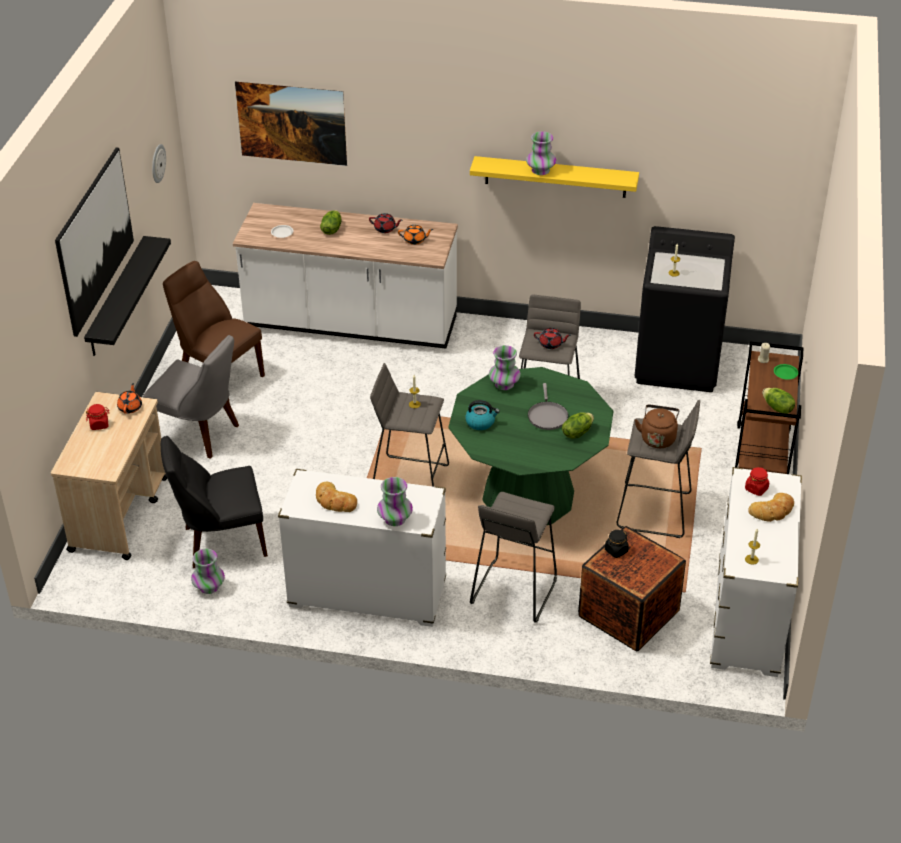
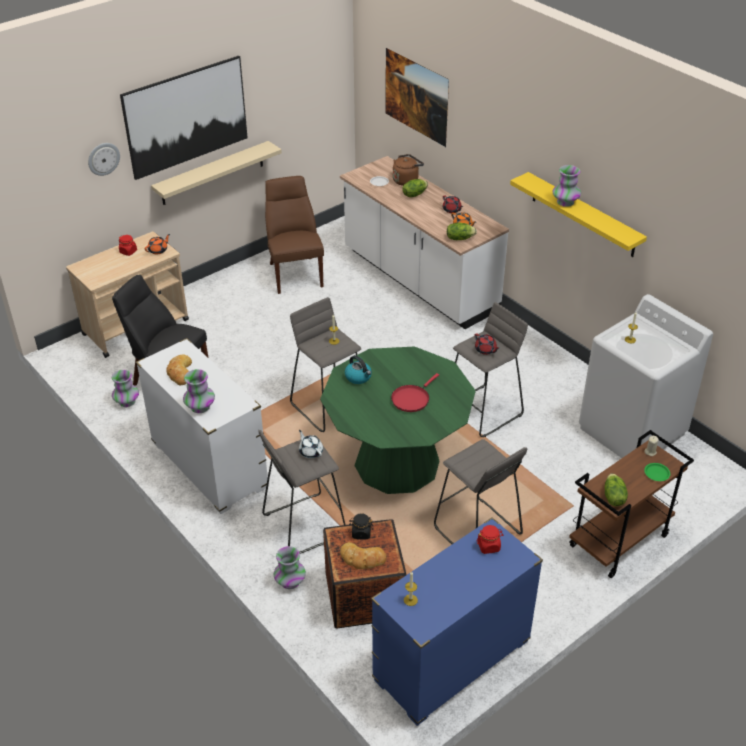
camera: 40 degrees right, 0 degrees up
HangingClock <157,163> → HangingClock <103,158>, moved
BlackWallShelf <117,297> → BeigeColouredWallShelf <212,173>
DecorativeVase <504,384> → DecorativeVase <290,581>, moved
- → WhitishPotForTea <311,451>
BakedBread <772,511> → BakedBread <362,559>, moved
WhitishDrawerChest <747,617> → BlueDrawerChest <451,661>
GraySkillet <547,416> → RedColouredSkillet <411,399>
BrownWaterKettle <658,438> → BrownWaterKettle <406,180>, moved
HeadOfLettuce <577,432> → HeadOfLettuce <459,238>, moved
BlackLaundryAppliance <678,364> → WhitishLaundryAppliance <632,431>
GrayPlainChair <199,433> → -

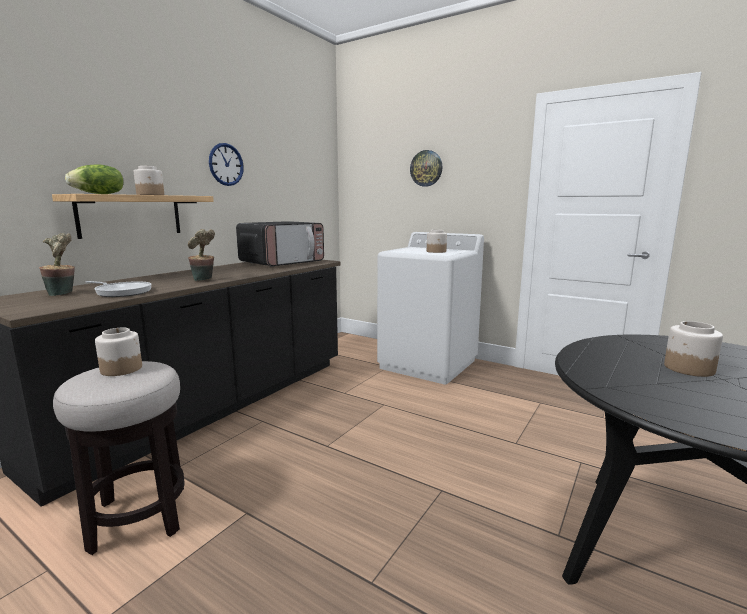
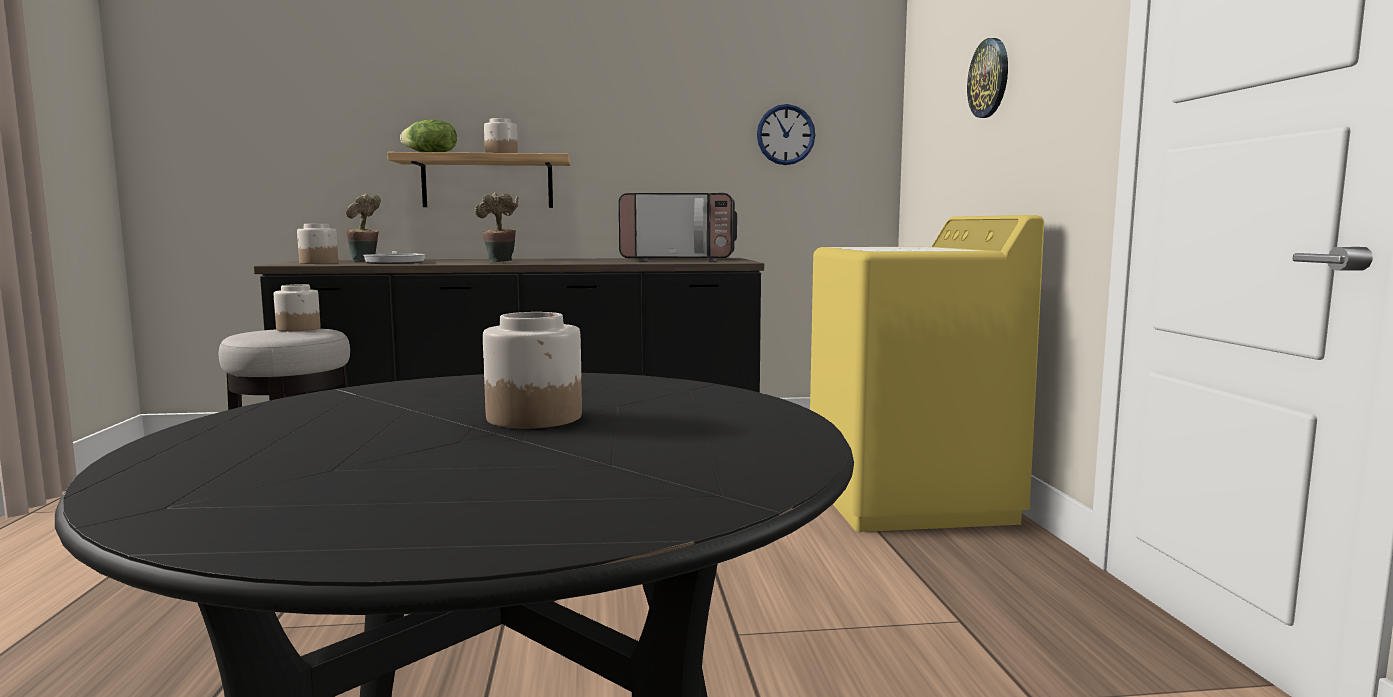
camera: 50 degrees right, 5 degrees down
Jar <436,251> → Jar <318,263>, moved
HangingClock <226,164> → HangingClock <785,135>, moved
WhitishLaundryAppliance <428,364> → YellowishLaundryAppliance <909,500>

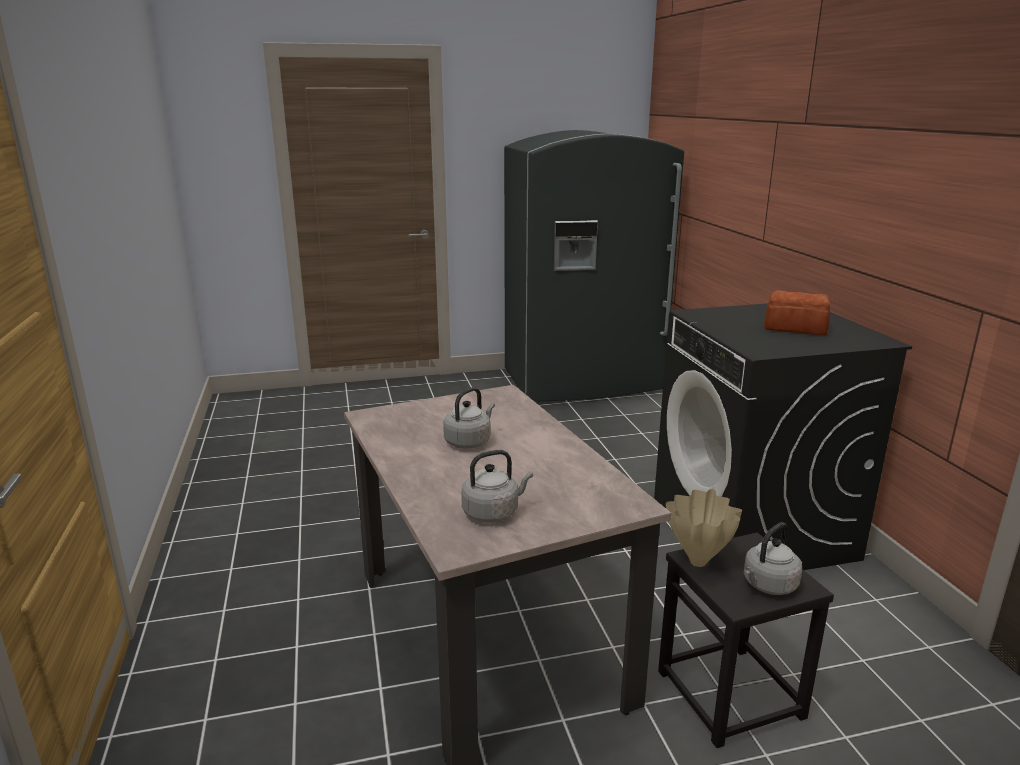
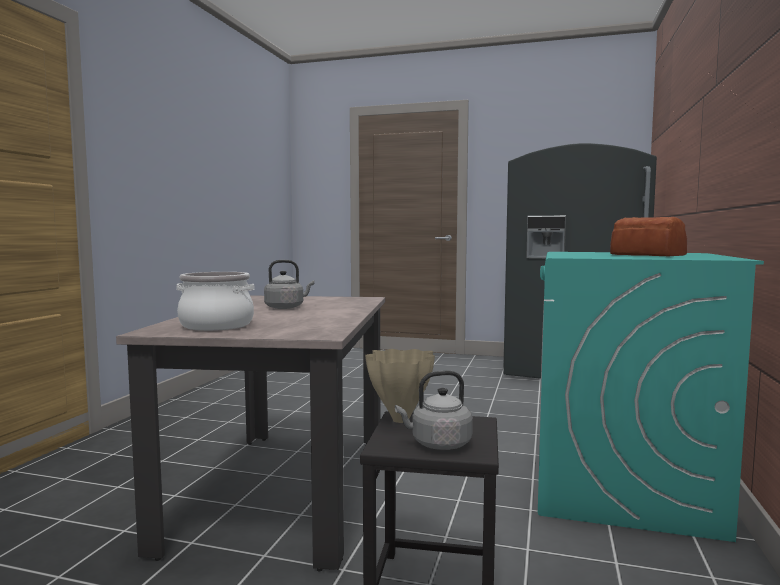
camera: 30 degrees right, 15 degrees down
GrayWaterKettle <493,512> → Stockpot <217,325>
BlackLaundryAppliance <753,528> → TurquoiseColouredLaundryAppliance <622,486>

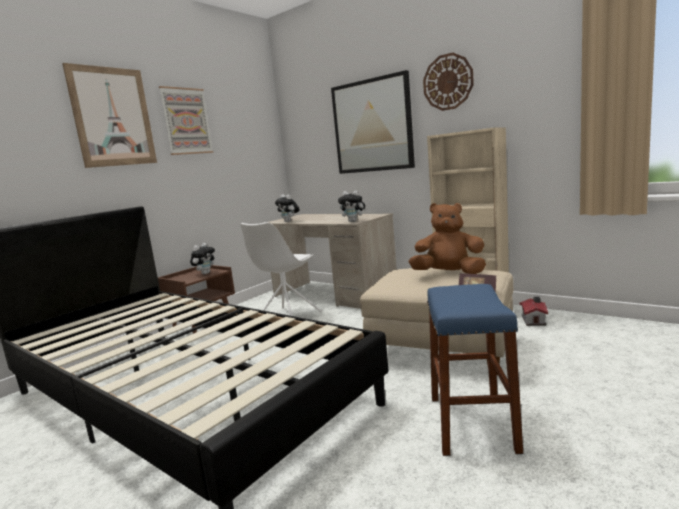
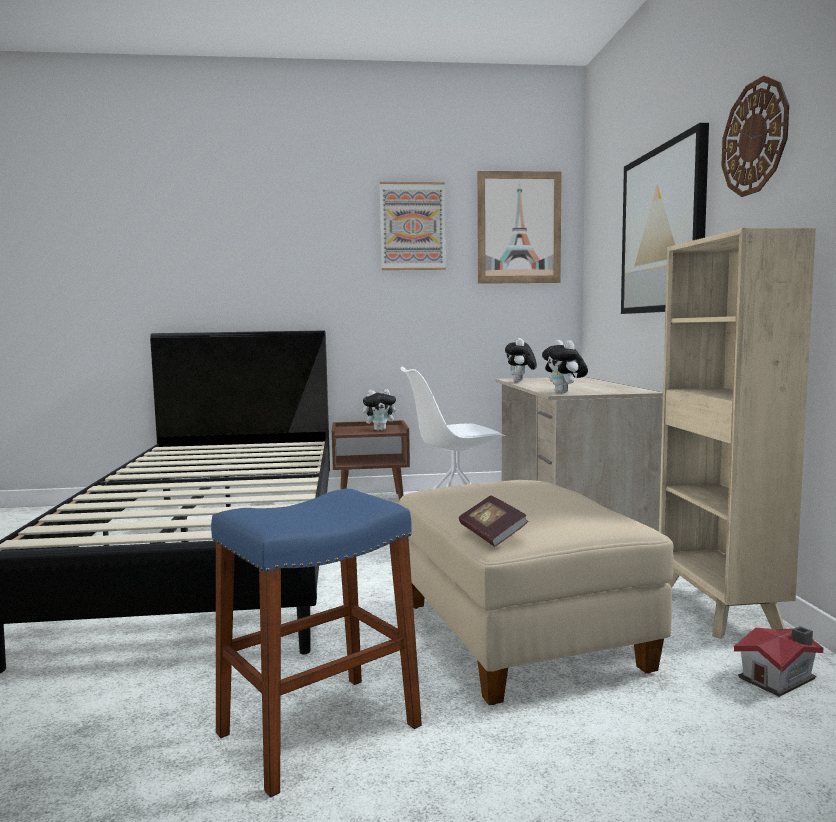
camera: 45 degrees right, 5 degrees down
WallPicture <113,117> → WallPicture <519,228>, moved
BrownSoftToy <448,274> → -

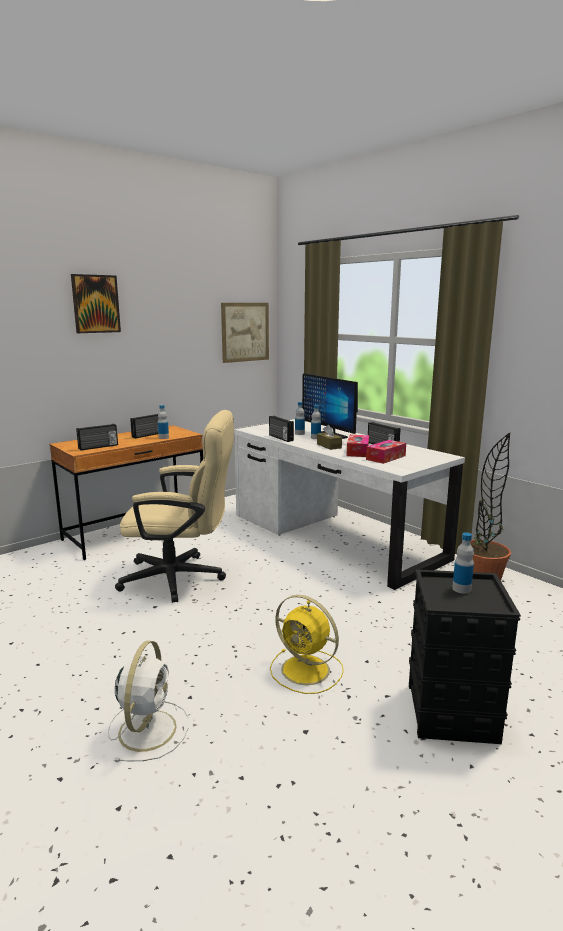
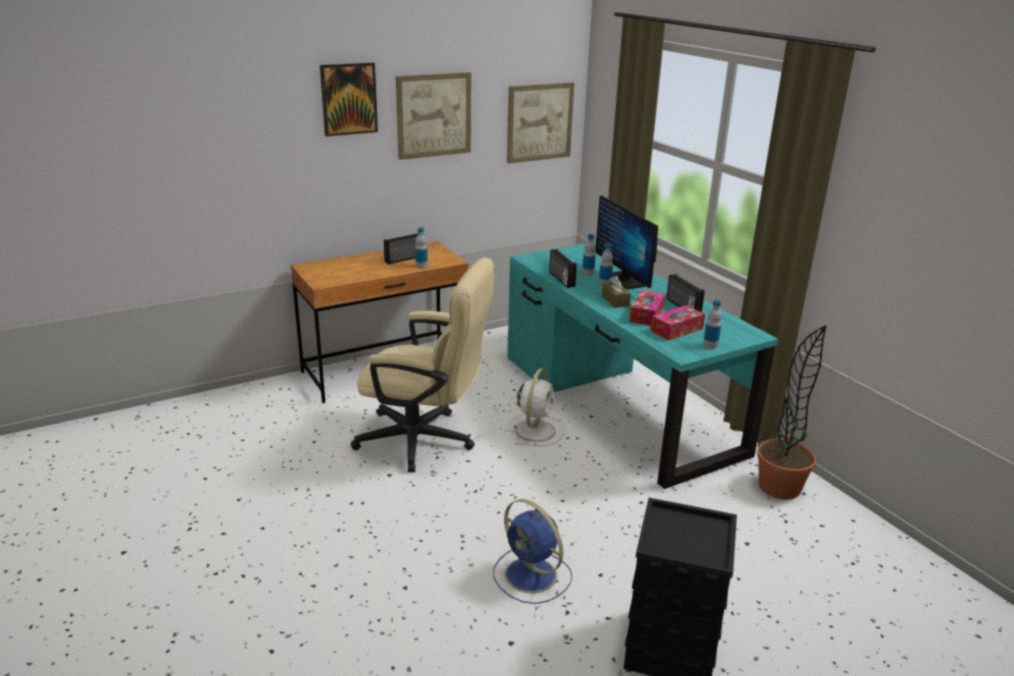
camera: 10 degrees right, 10 degrees up
- → WallPicture <434,115>
YellowishFan <307,670> → BlueFan <532,576>
WhitishDesk <335,537> → TurquoiseColouredDesk <618,404>
WhitishFan <148,728> → WhitishFan <535,430>, moved
Bottle <461,589> → Bottle <710,345>, moved
RadioSet <98,447> → -

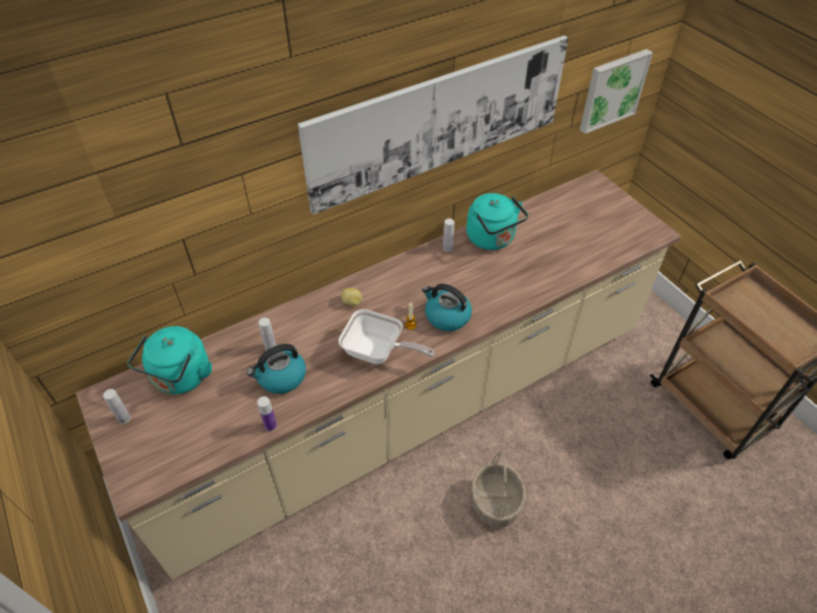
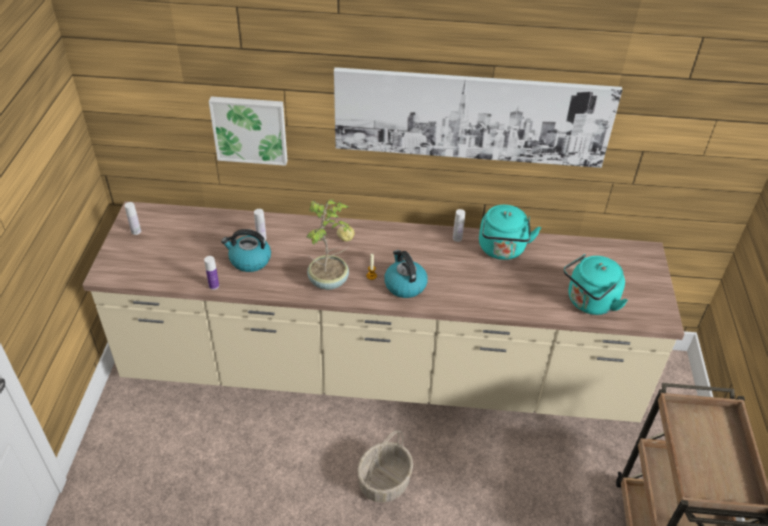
camera: 35 degrees right, 5 degrees down
WallPicture <612,90> → WallPicture <250,129>, moved
Skillet <378,352> → Houseplant <329,281>
TurquoiseColouredWaterKettle <180,378> → TurquoiseColouredWaterKettle <589,302>, moved

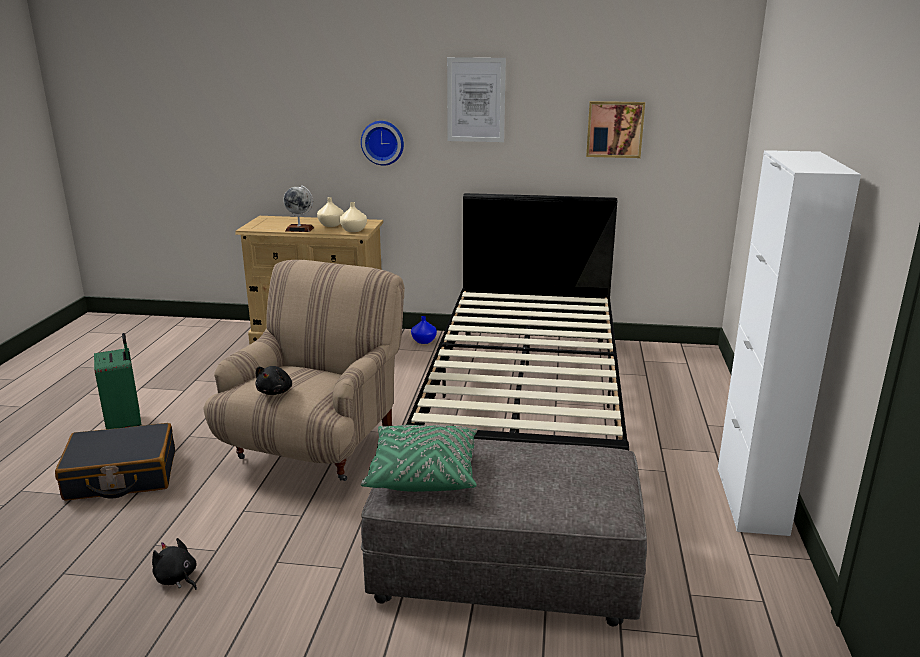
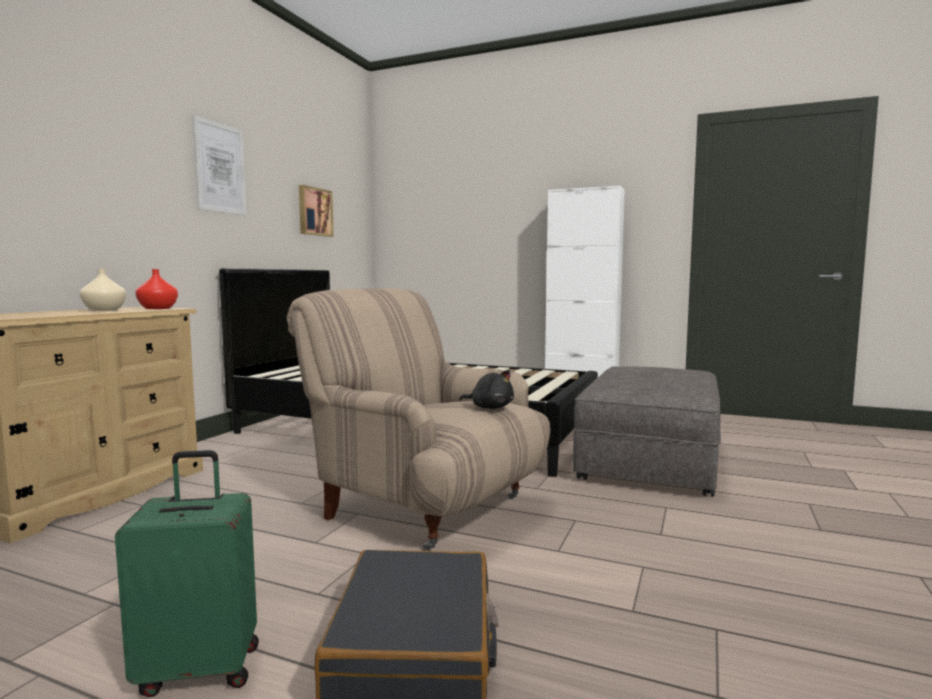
camera: 75 degrees left, 15 degrees down
BeigeColouredDecorativeVase <354,230> → RedColouredDecorativeVase <157,308>
BlackSoftToy <177,578> → -
DeskGlobe <299,229> → -
HangingClock <383,142> → -
GreenColouredPillow <423,473> → -
BlueDecorativeVase <423,341> → -

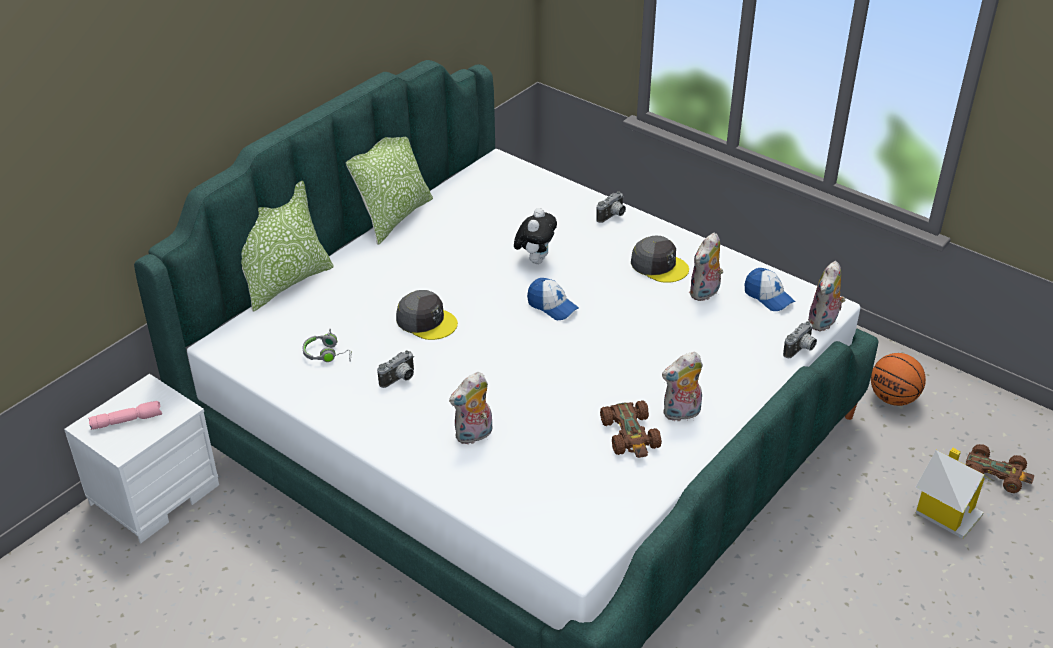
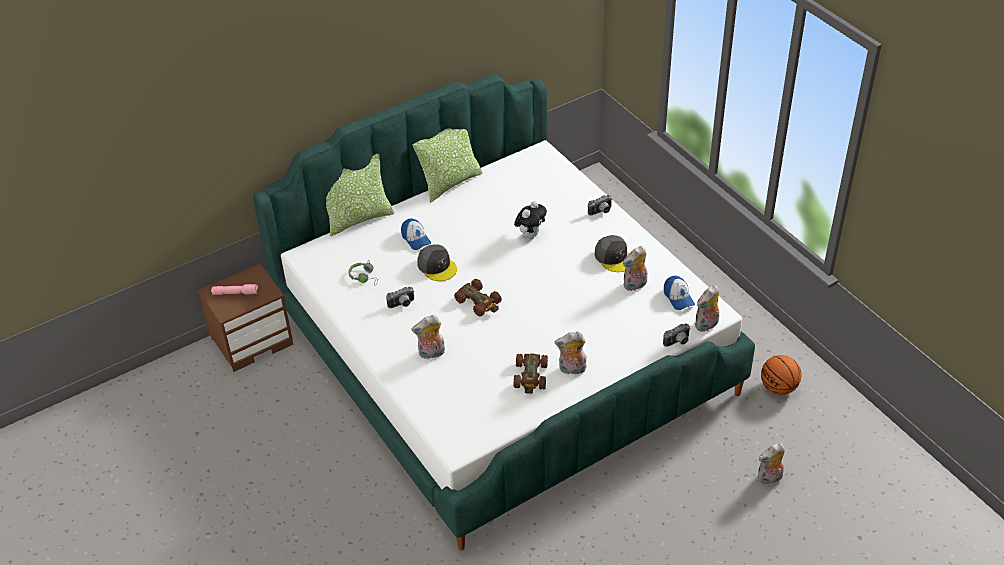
camera: 20 degrees right, 5 degrees up
WhitishNightTable <155,493> → BrownNightTable <252,340>
Cap <552,306> → Cap <416,239>, moved
BrownModelCar <995,474> → BrownModelCar <479,302>, moved
ModelHouse <946,511> → SoftToy <769,479>

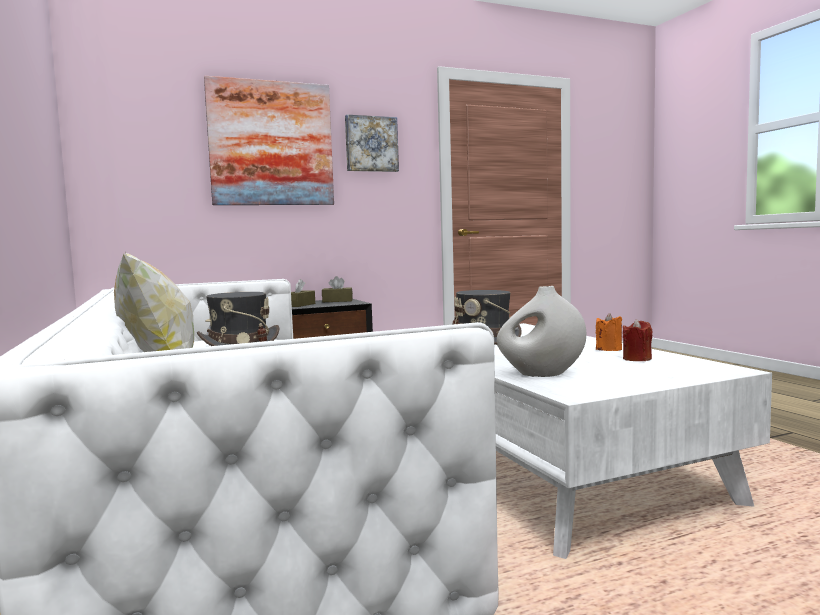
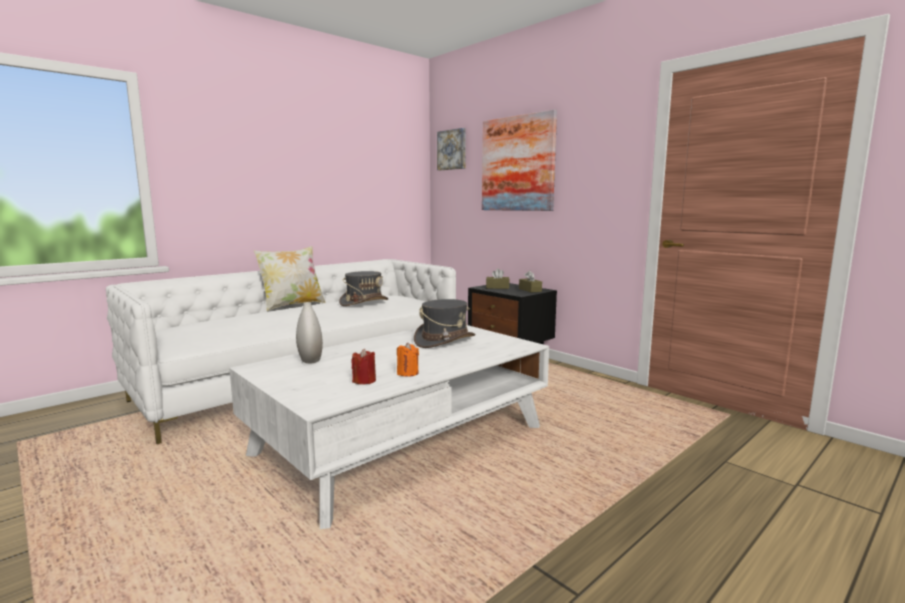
camera: 70 degrees right, 5 degrees up
WallPicture <371,144> → WallPicture <452,150>, moved

